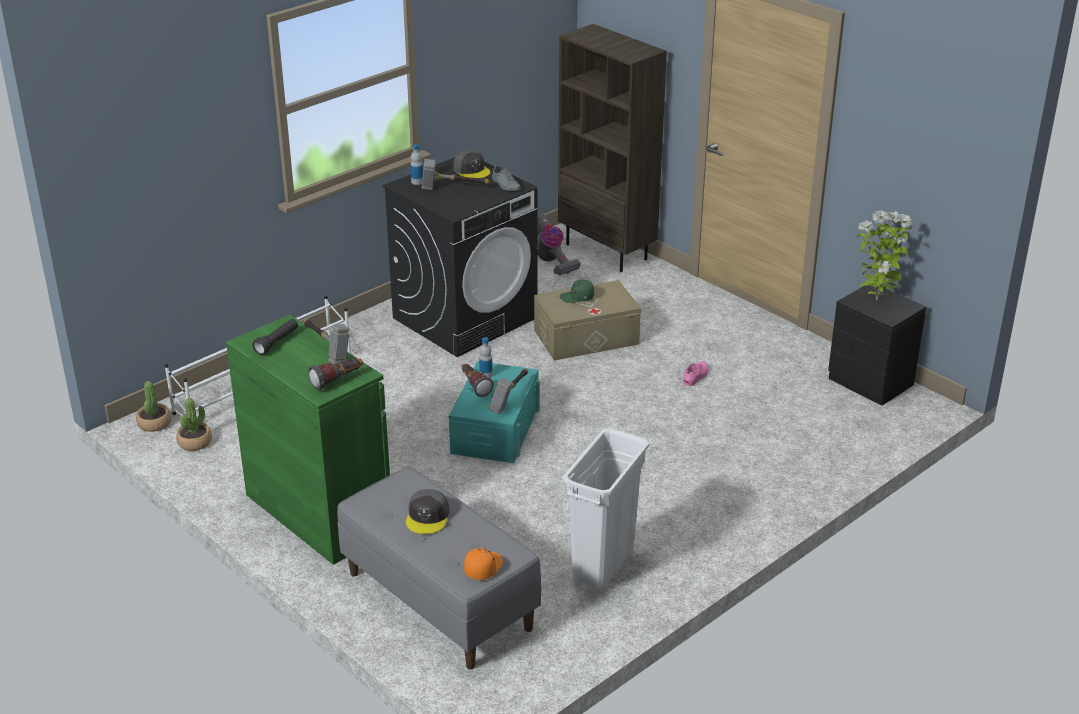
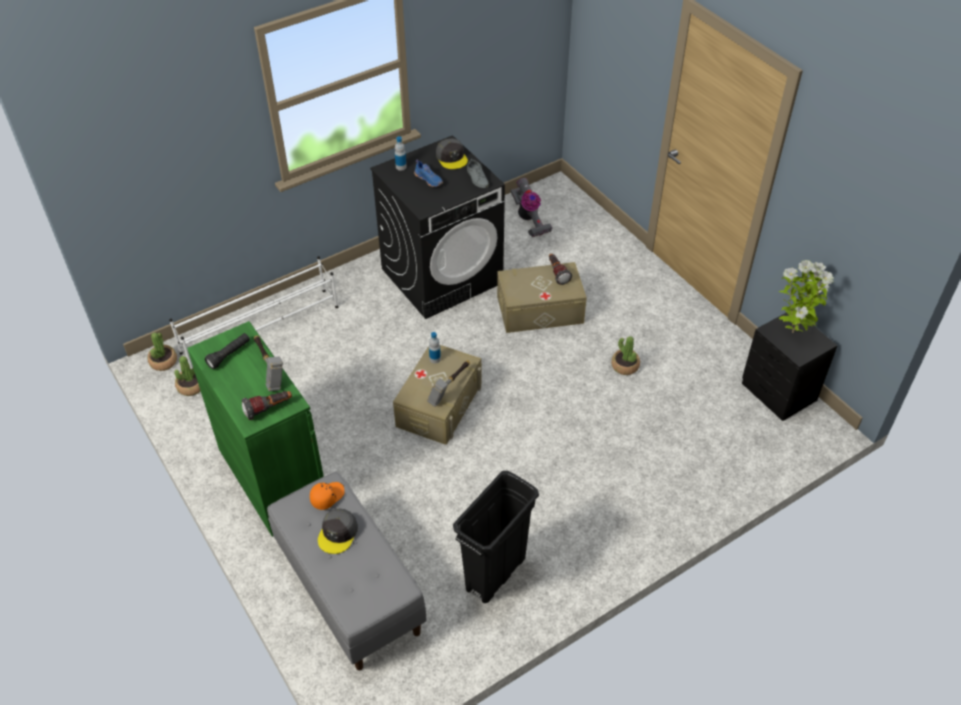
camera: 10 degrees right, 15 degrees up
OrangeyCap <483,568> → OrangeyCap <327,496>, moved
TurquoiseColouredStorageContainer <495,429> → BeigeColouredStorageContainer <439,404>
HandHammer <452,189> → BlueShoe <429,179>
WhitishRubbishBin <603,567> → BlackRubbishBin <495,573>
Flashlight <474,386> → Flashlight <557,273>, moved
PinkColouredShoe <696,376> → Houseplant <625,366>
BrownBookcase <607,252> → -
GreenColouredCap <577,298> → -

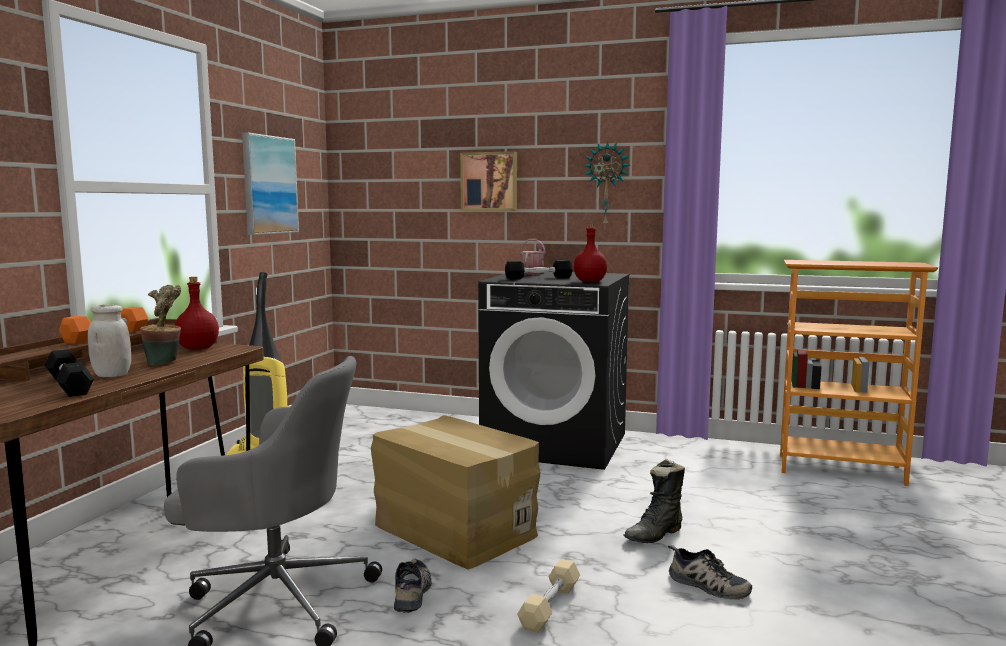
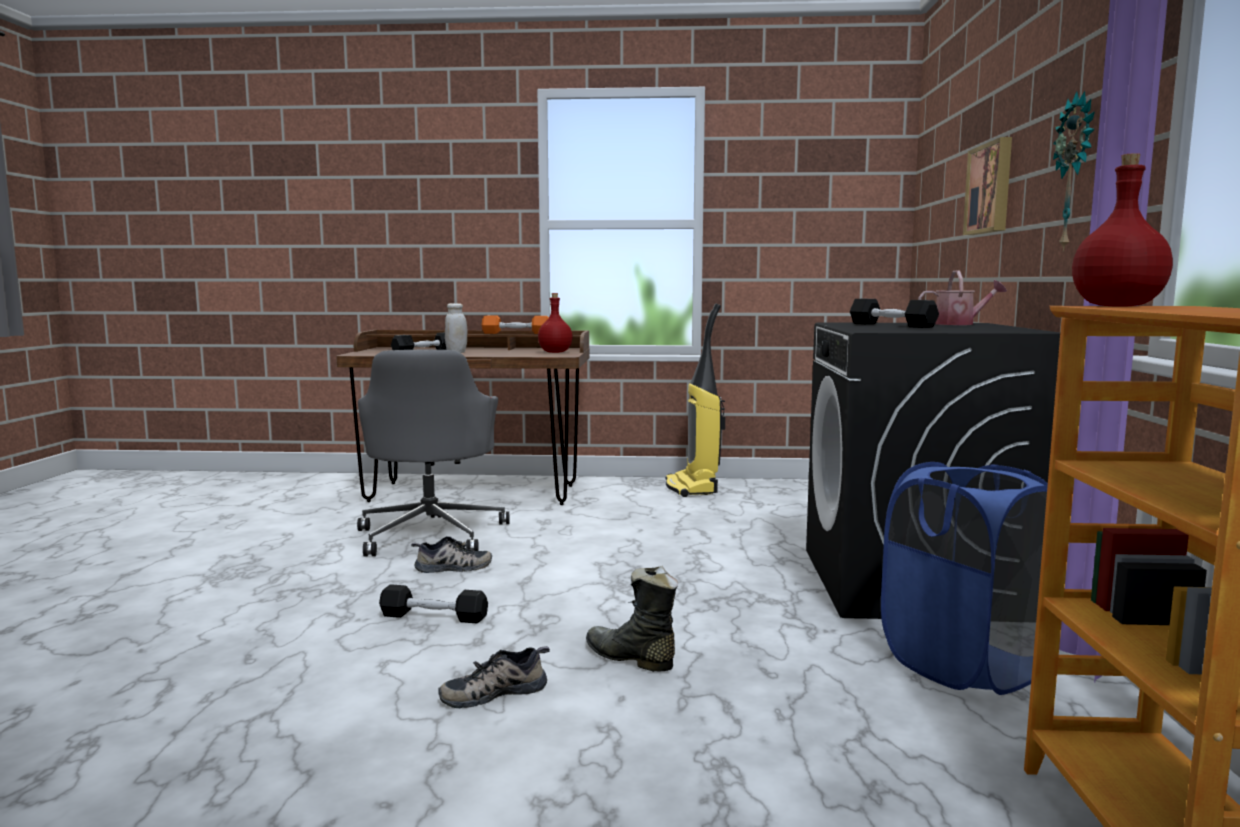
camera: 75 degrees right, 0 degrees up
BeigeColouredDumbbell <550,606> → BlackDumbbell <433,617>
Shoe <706,585> → Shoe <494,691>, 45 degrees clockwise
- → BlueLaundryBasket <964,665>
RedColouredBottle <589,282> → RedColouredBottle <1116,306>, moved
Houseplant <165,363> → -
WallPicture <269,185> → -
PackingBox <453,530> → -

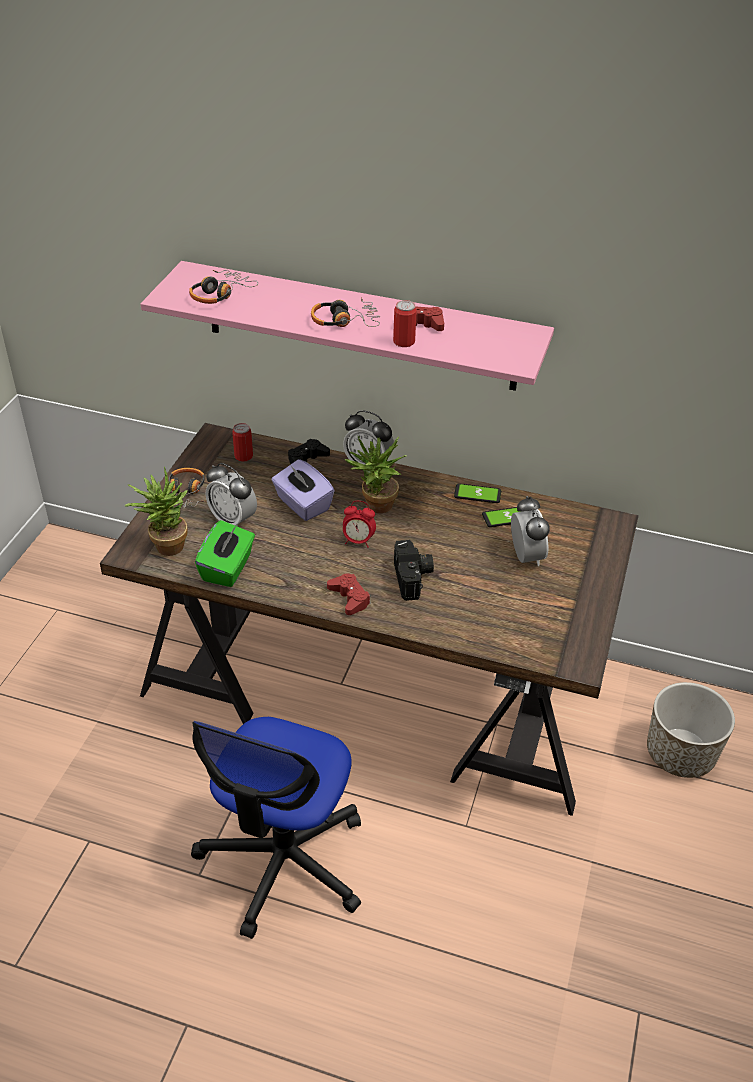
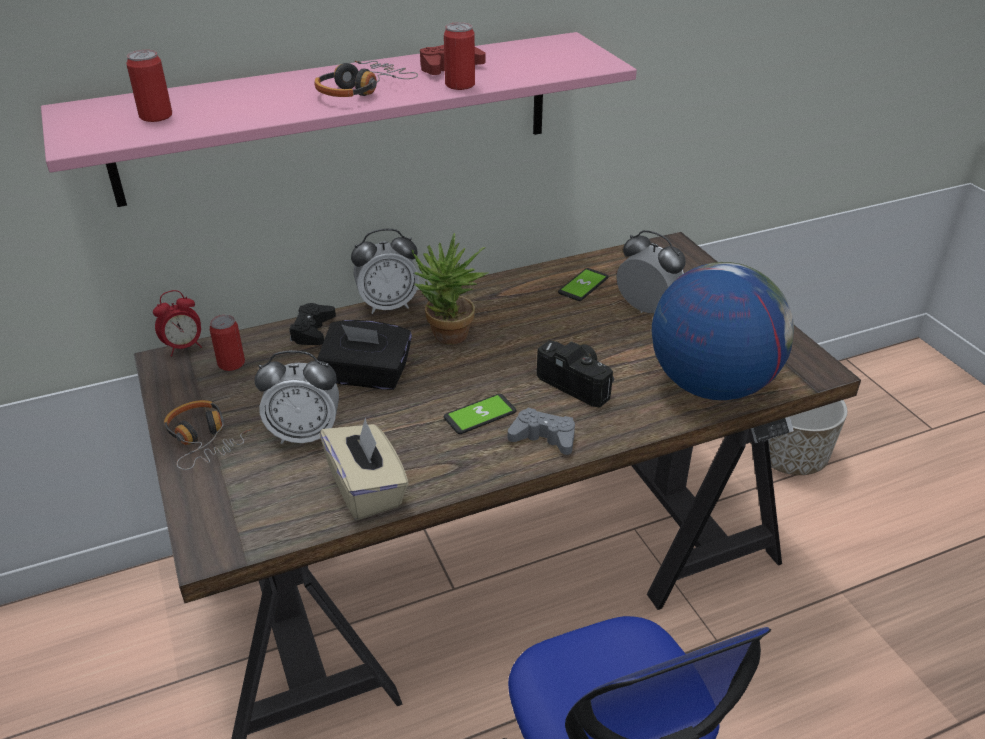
camera: 40 degrees left, 5 degrees down
PairOfHeadphones <220,294> → MetalCan <156,116>
AlarmClock <358,541> → AlarmClock <184,347>, moved
PurpleColouredTissueHolder <302,504> → BlackTissueHolder <367,376>
GreenColouredTissueHolder <228,568> → BeigeColouredTissueHolder <367,489>
Telephone <477,494> → Telephone <480,415>, moved
RedColouredGameController <349,598> → GrayGameController <544,438>
- → DeskGlobe <711,385>
Houseplant <165,545> → -

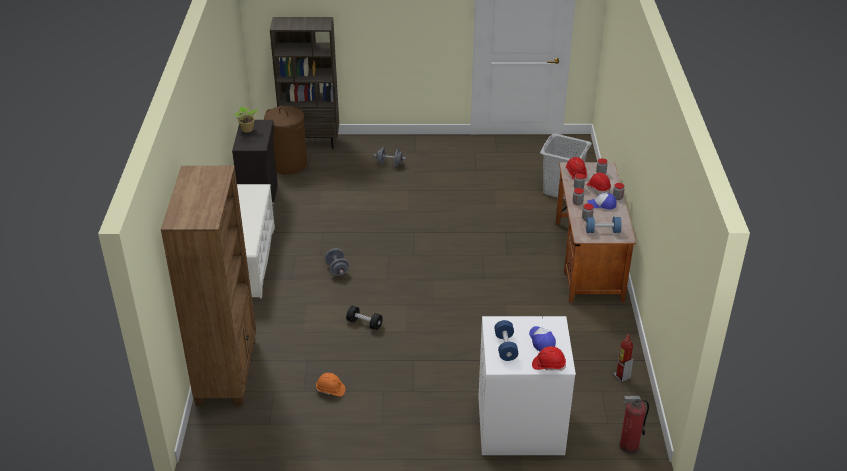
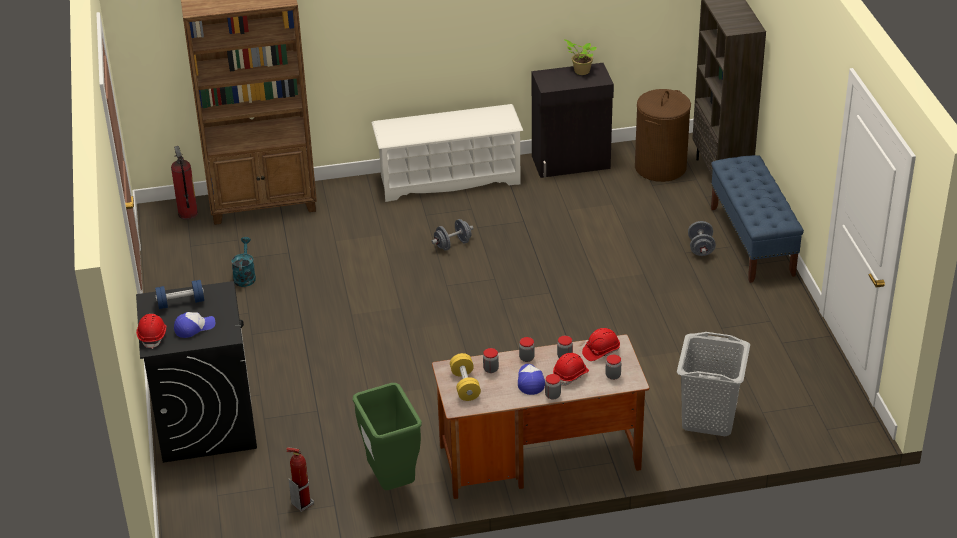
camera: 80 degrees right, 0 degrees up
WhitishLaundryAppliance <519,425> → BlackLaundryAppliance <206,422>
FireExtinguisher <628,446> → FireExtinguisher <187,213>, moved
OrangeyHardHat <330,390> → TurquoiseColouredWateringPot <245,276>
- → GreenColouredRubbishBin <391,482>
BlueDumbbell <602,231> → YellowishDumbbell <465,385>
- → BlueLongSeat <752,241>
BlackDumbbell <364,323> → -

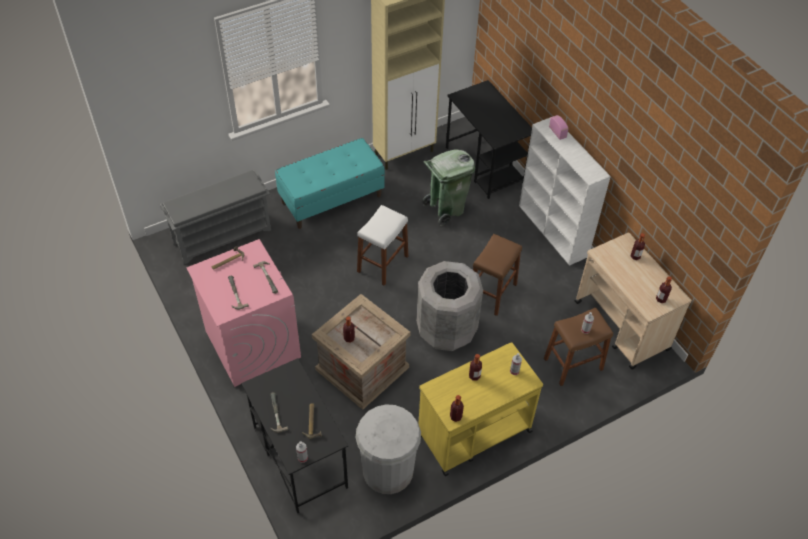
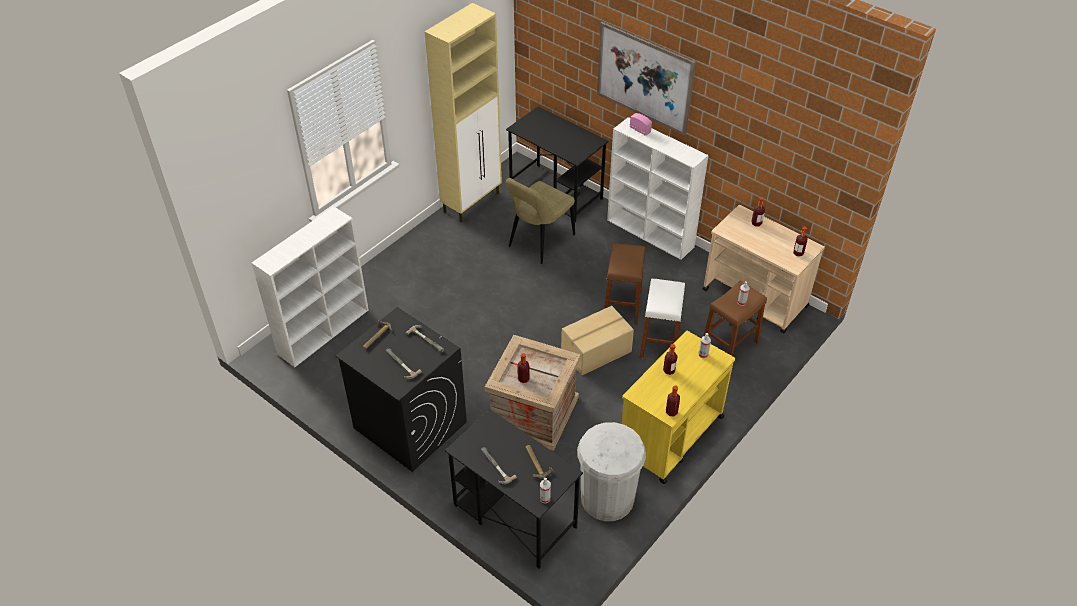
camera: 20 degrees left, 5 degrees down
GrayShoeShelf <223,235> → WhitishBookcase <324,331>
PinkColouredLaundryAppliance <252,343> → BlackLaundryAppliance <409,425>
GreenColouredRubbishBin <446,209> → BeigeColouredPlainChair <539,242>
GrayRubbishBin <447,329> → PackingBox <597,351>
- → WallPicture <644,78>
WhitishStool <382,264> → WhitishStool <660,342>, moved
TurquoiseColouredLongSeat <331,199> → -

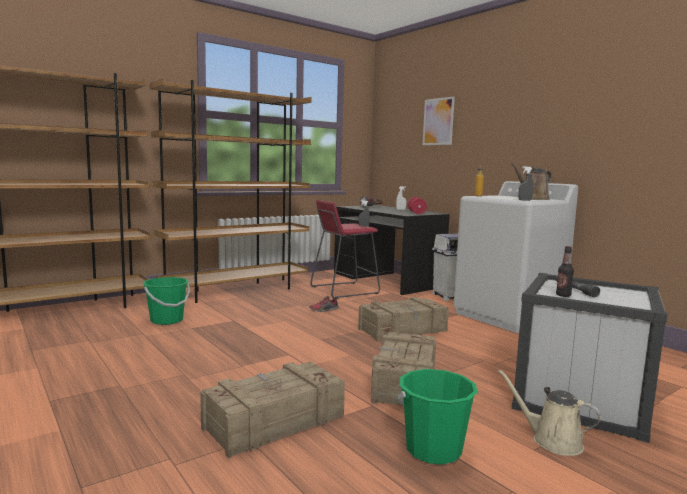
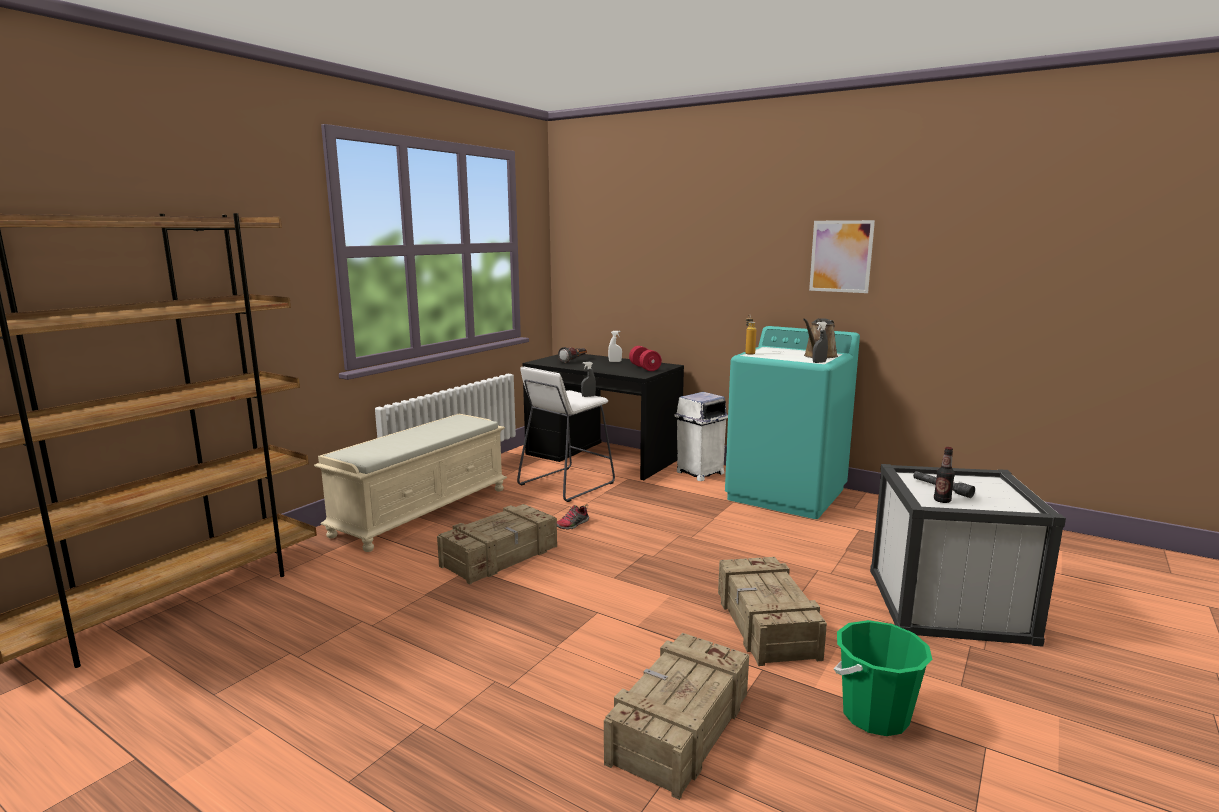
camera: 20 degrees left, 5 degrees up
BrownBookcase <237,291> → BeigeColouredLongSeat <422,511>
Crate <403,330> → Crate <501,556>, moved
RedColouredStool <344,290> → WhitishStool <566,484>
WhitishLaundryAppliance <508,316> → TurquoiseColouredLaundryAppliance <787,494>
WallPicture <438,121> → WallPicture <841,256>, moved
GreenColouredPail <167,320> → -
BeigeColouredWateringPot <551,441> → -

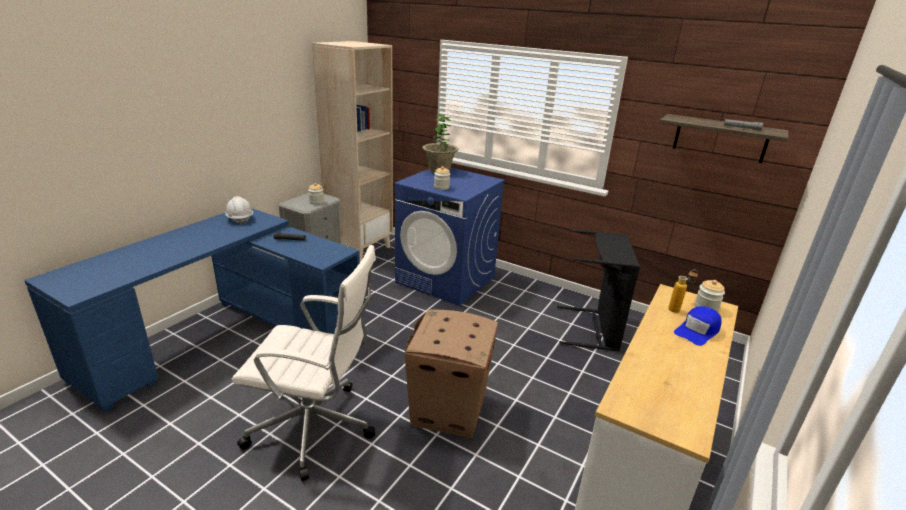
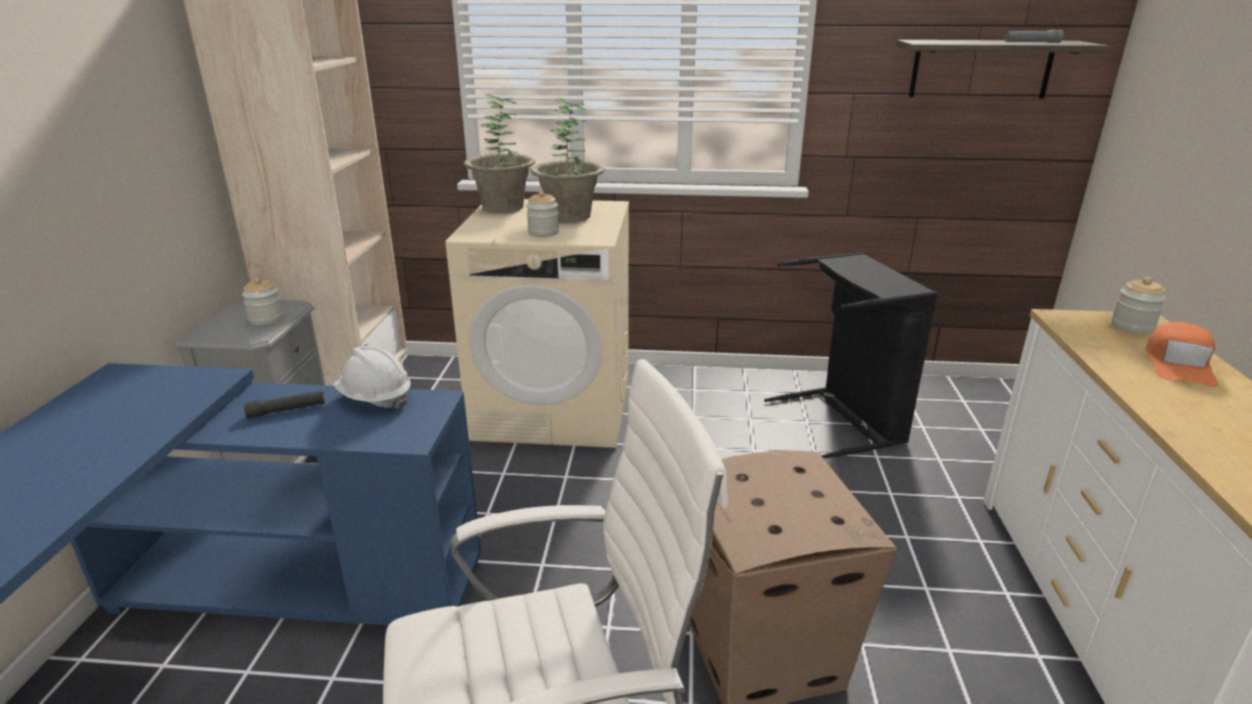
camera: 25 degrees left, 0 degrees up
WhitishHardHat <240,219> → WhitishHardHat <375,399>, moved
BlueLaundryAppliance <446,279> → BeigeColouredLaundryAppliance <555,408>
- → Houseplant <569,216>
BlueCap <698,331> → OrangeyCap <1178,365>
Bottle <678,309> → -

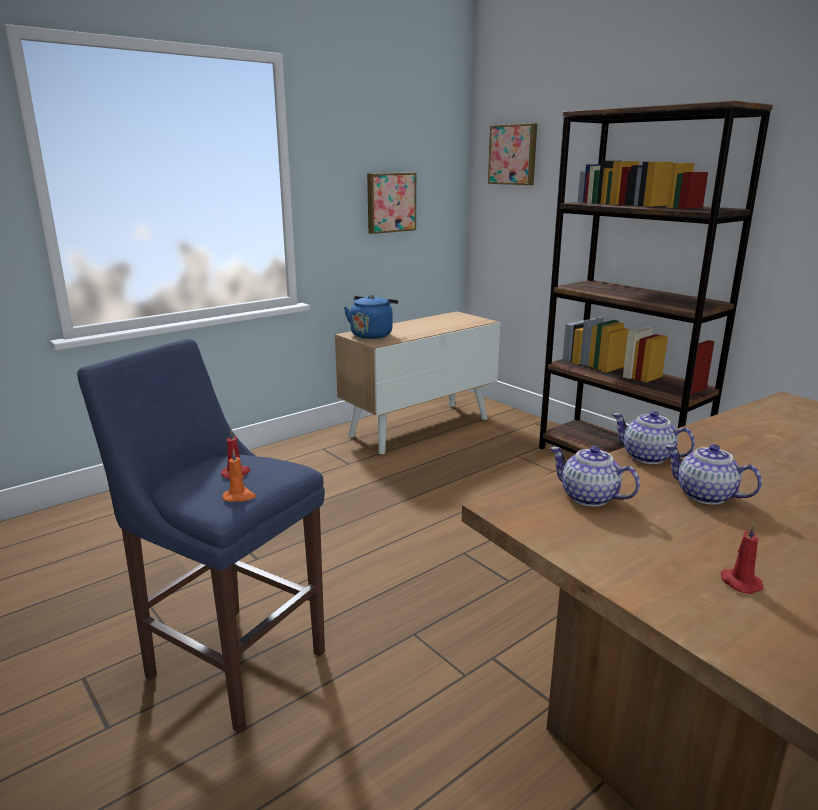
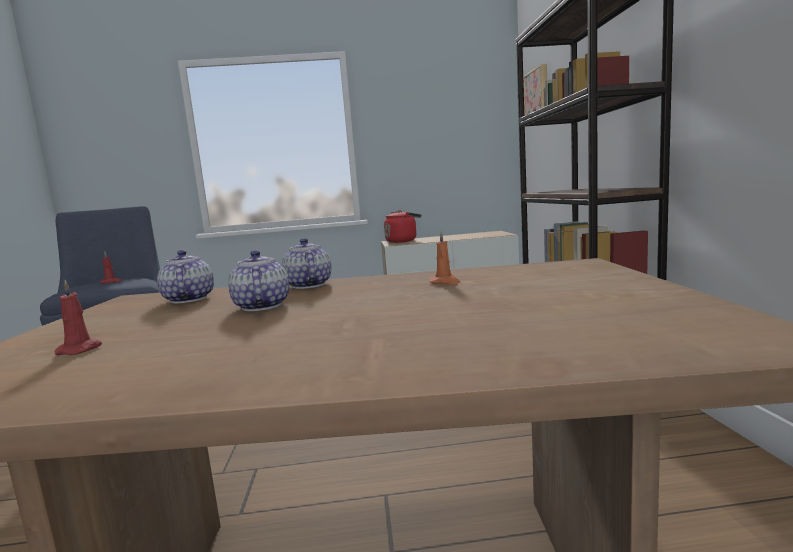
camera: 35 degrees right, 10 degrees down
BlueWaterKettle <372,334> → RedColouredWaterKettle <402,241>
OrangeyWaxLight <239,497> → OrangeyWaxLight <445,282>, moved
WallPicture <390,202> → -

